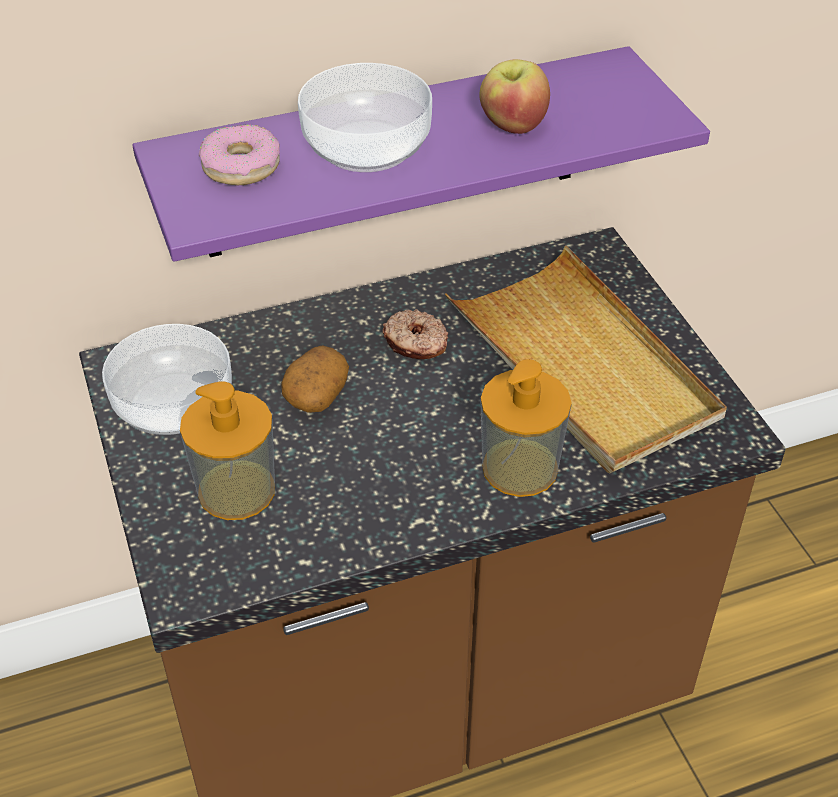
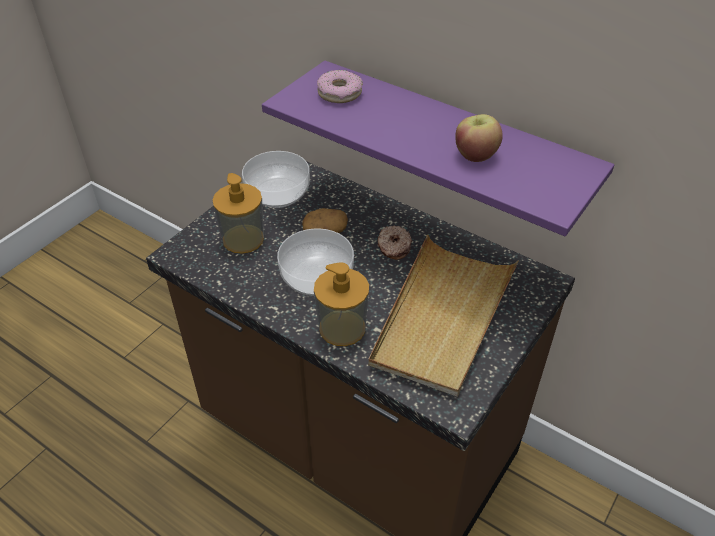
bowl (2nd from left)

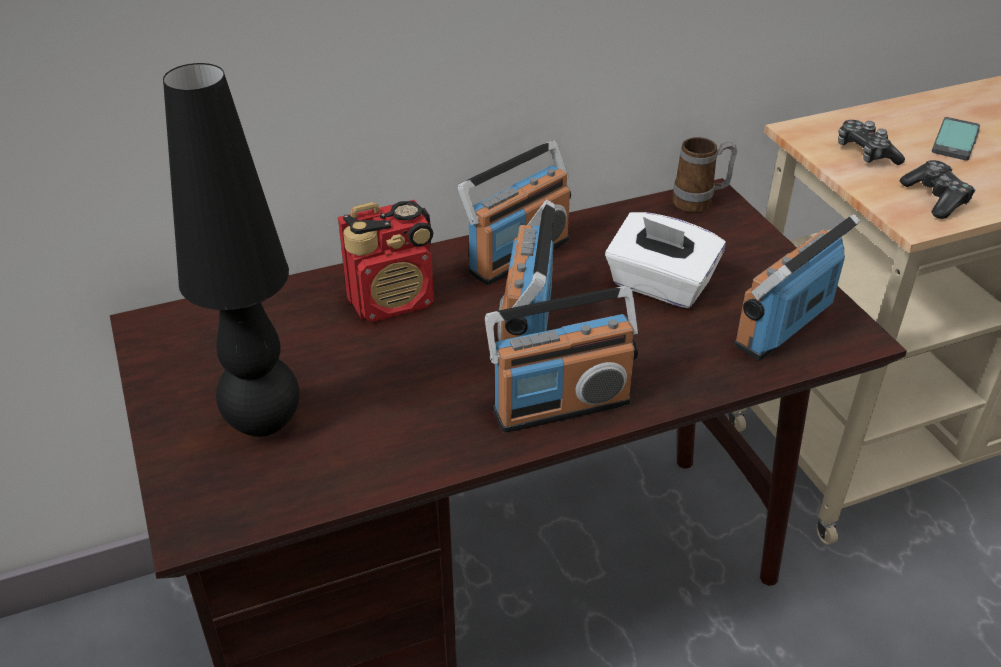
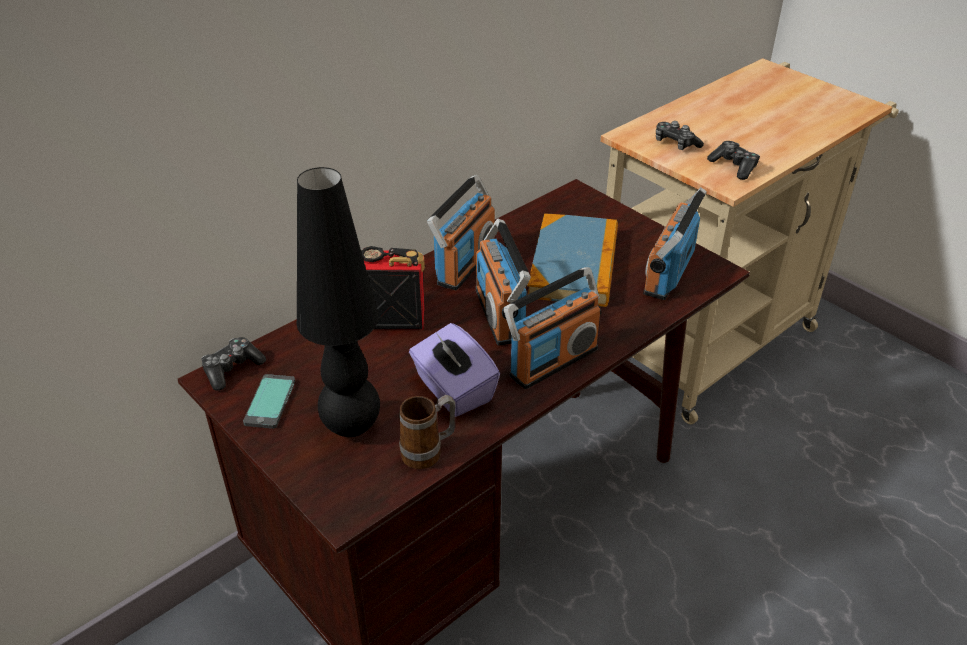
game controller (1st from left)
phone
radio (1st from left)
mug
tissue box (purple)
book

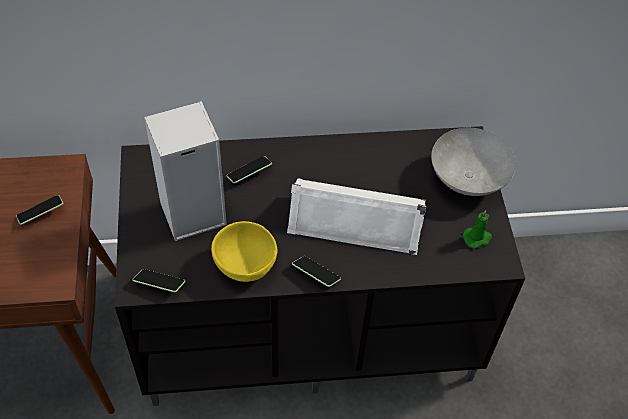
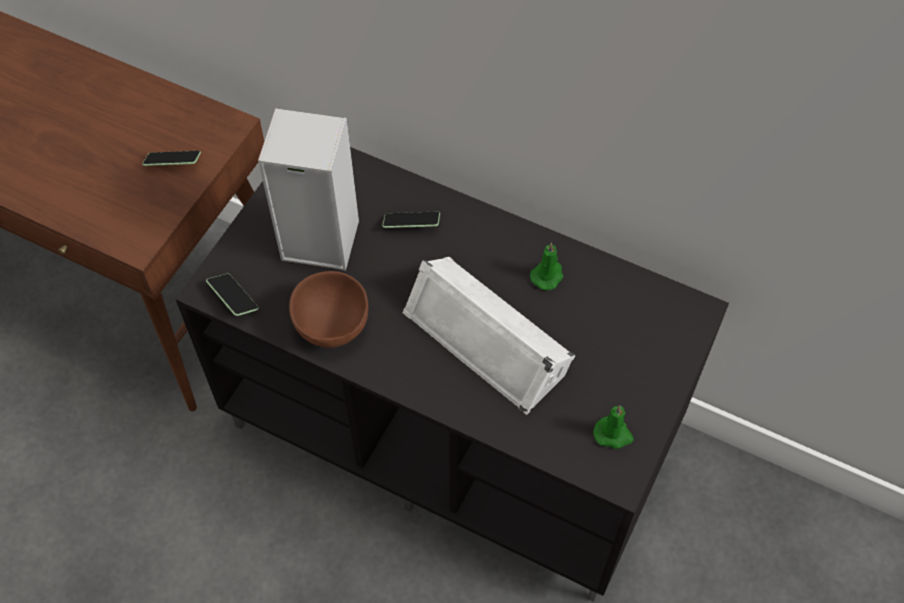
bowl (brown)
candle (green) (1st from left)
phone (4th from left in the first image)
bowl (grey)

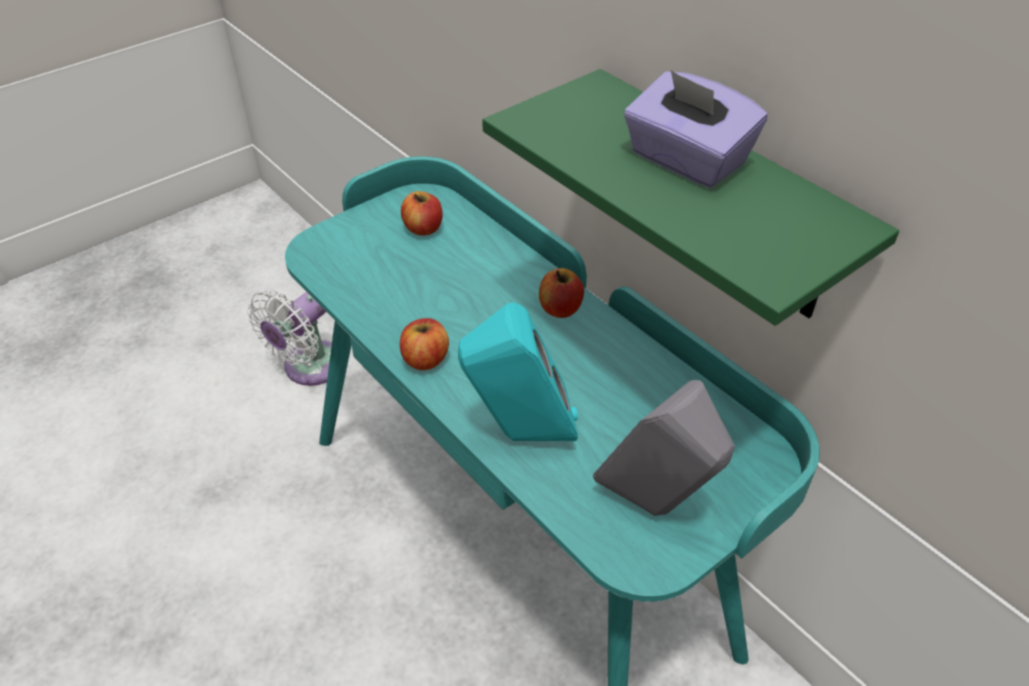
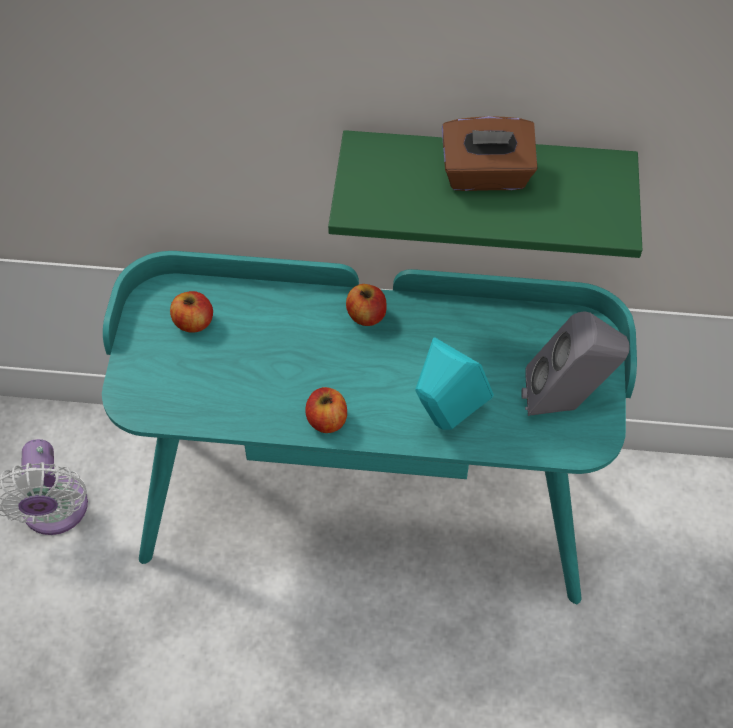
tissue box (brown)

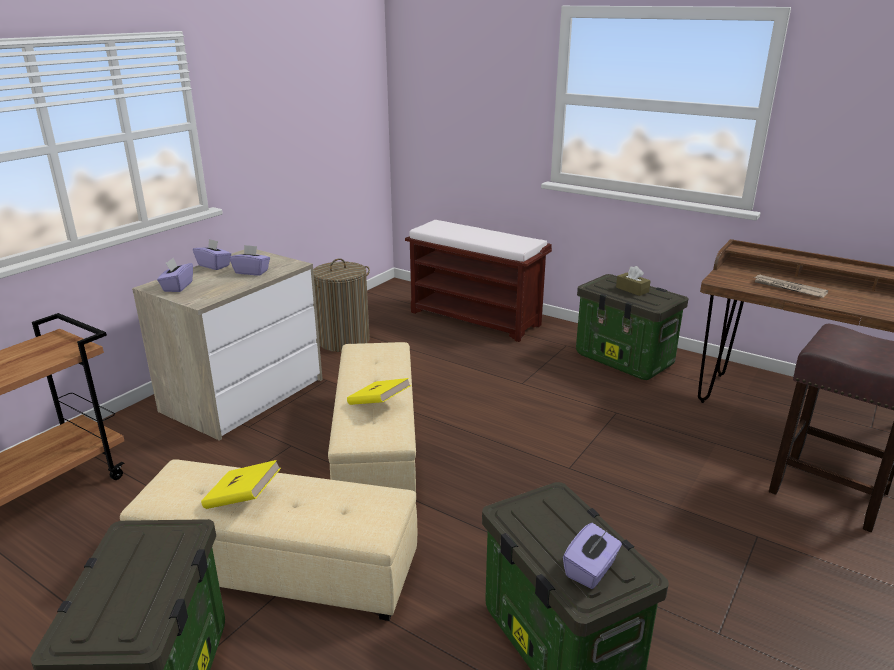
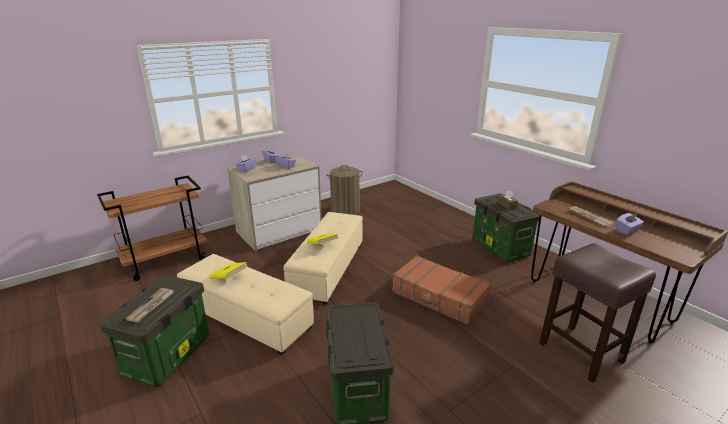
newspaper (1st from left)
suitcase (brown)
tissue box (purple) (4th from left)
bench (brown)

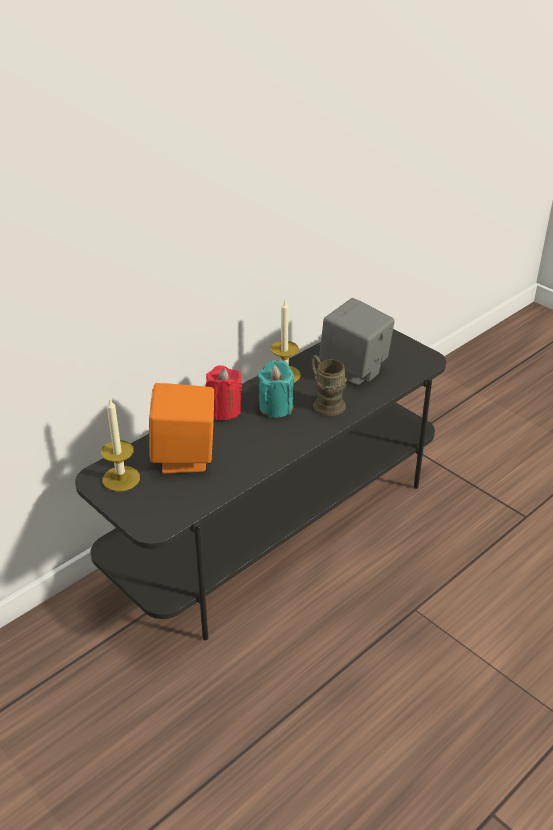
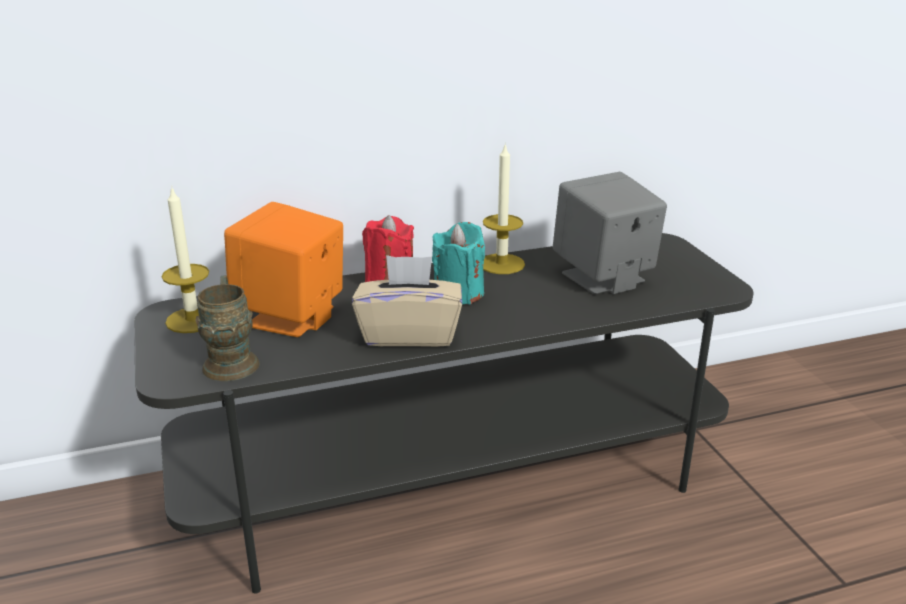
mug (brown)
tissue box (beige)

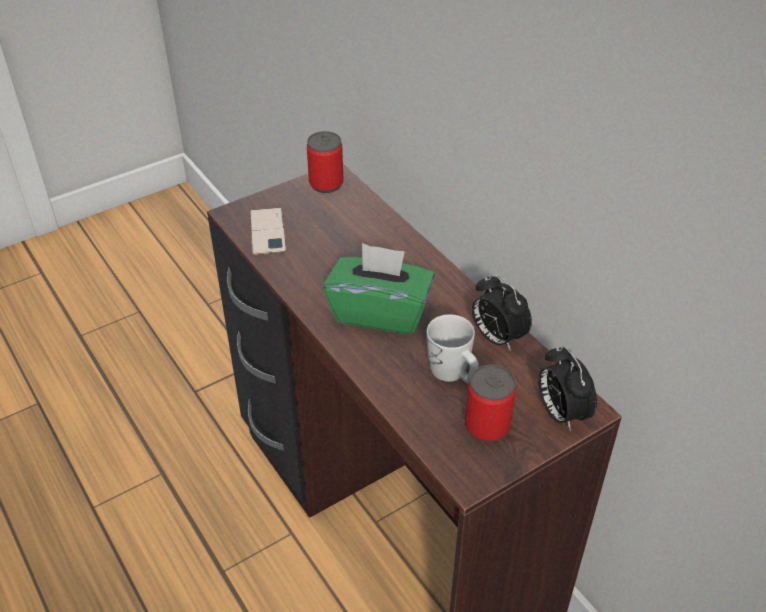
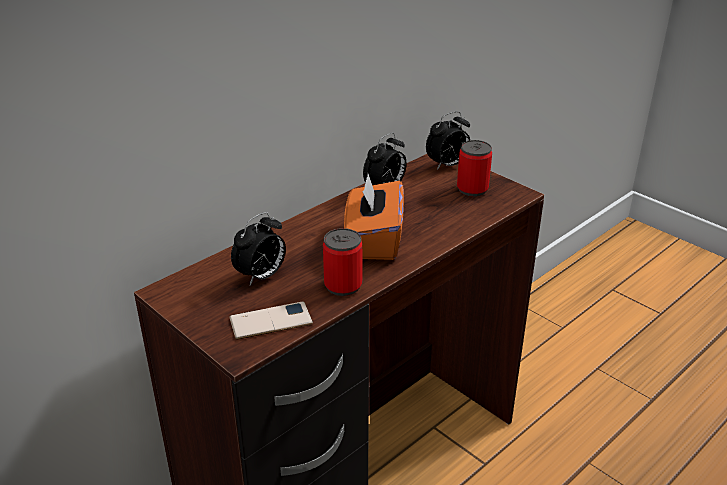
alarm clock (1st from left)
can (1st from left)
tissue box (orange)
mug (white)

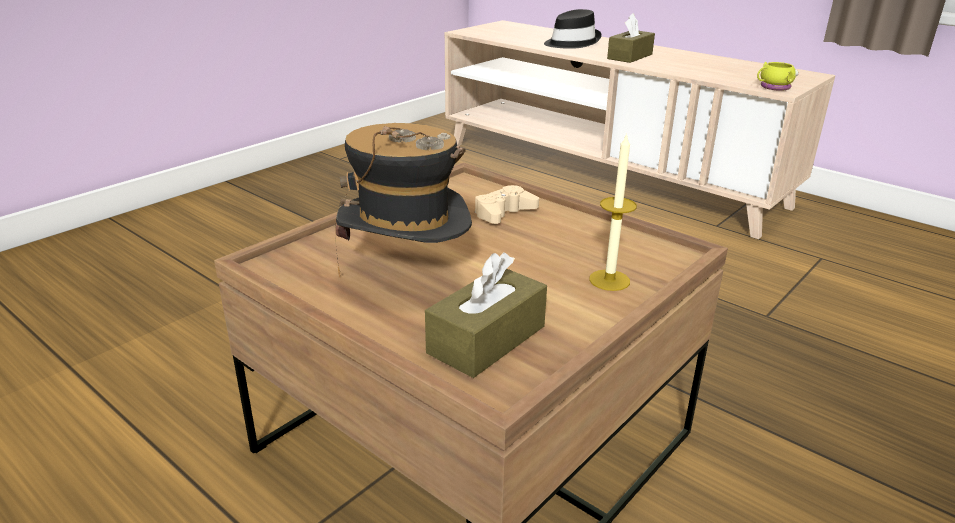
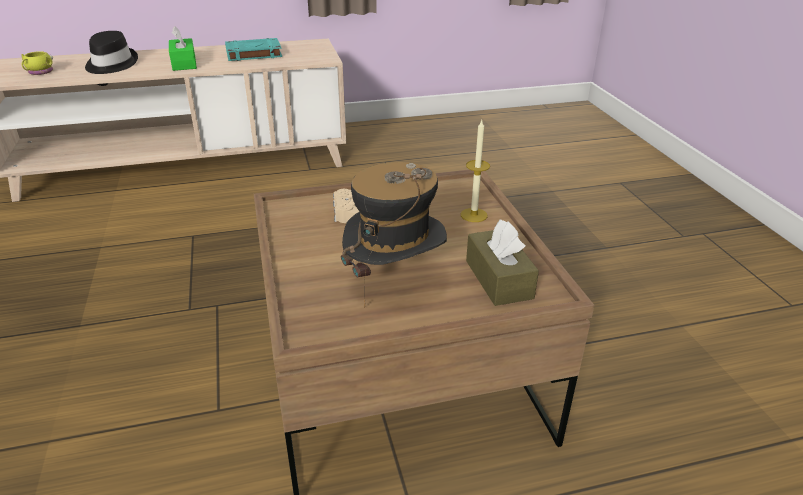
mug (yellow)
tissue box (green)
book (turquoise)

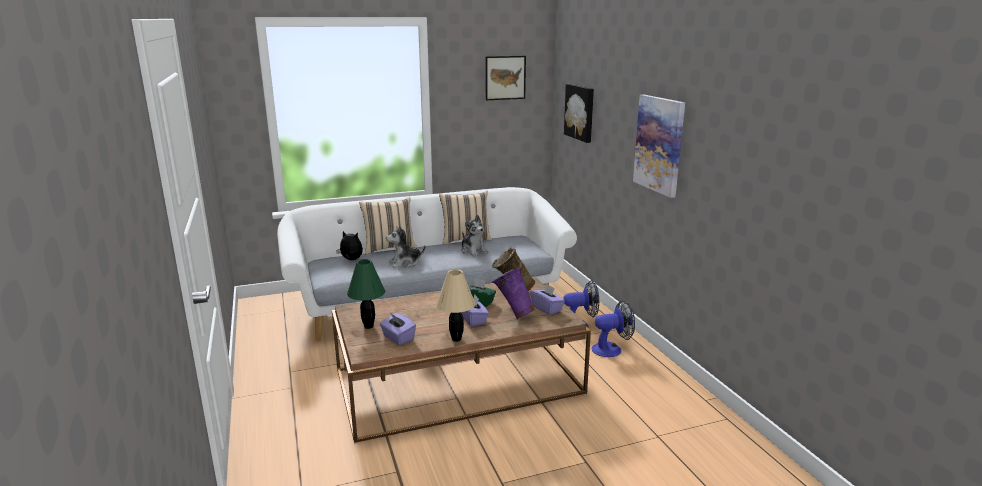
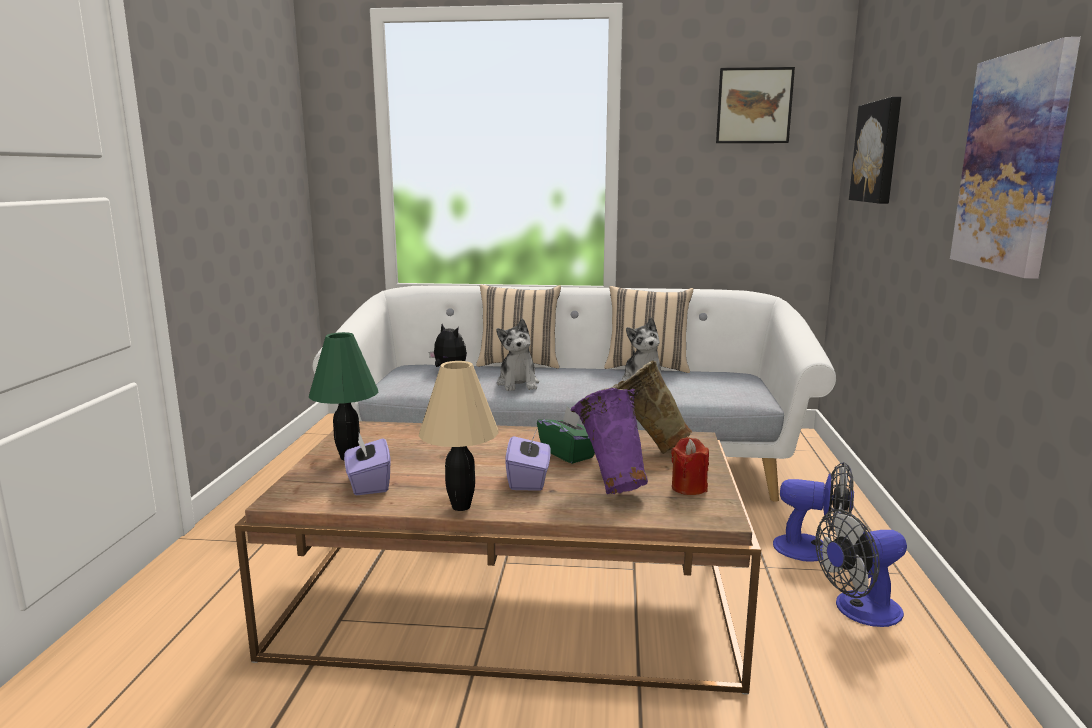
plush toy (2nd from left)
candle (red)
fan (2nd from left)

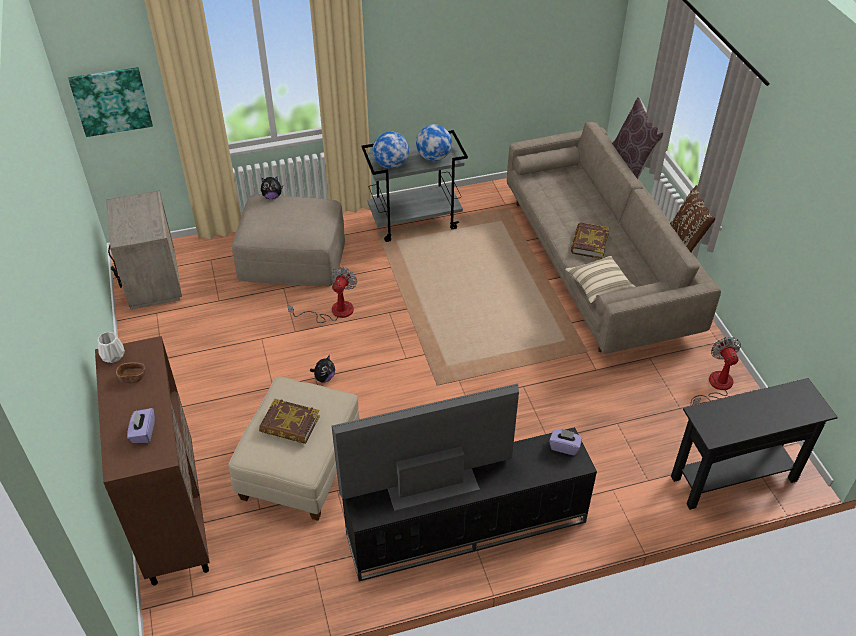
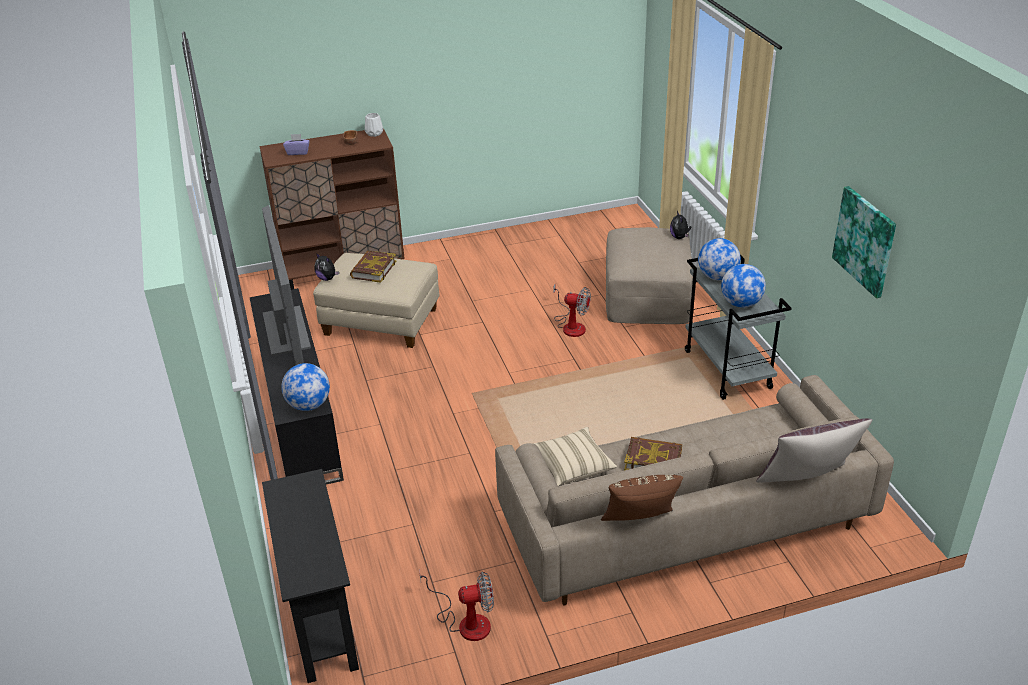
globe (1st from left)
plush toy (1st from left)
picture
nightstand (beige)

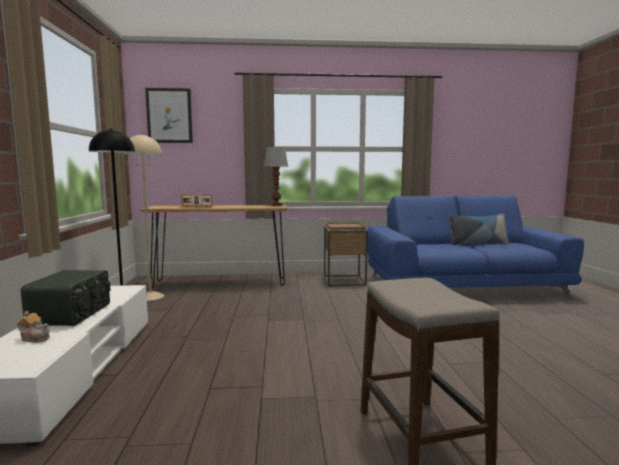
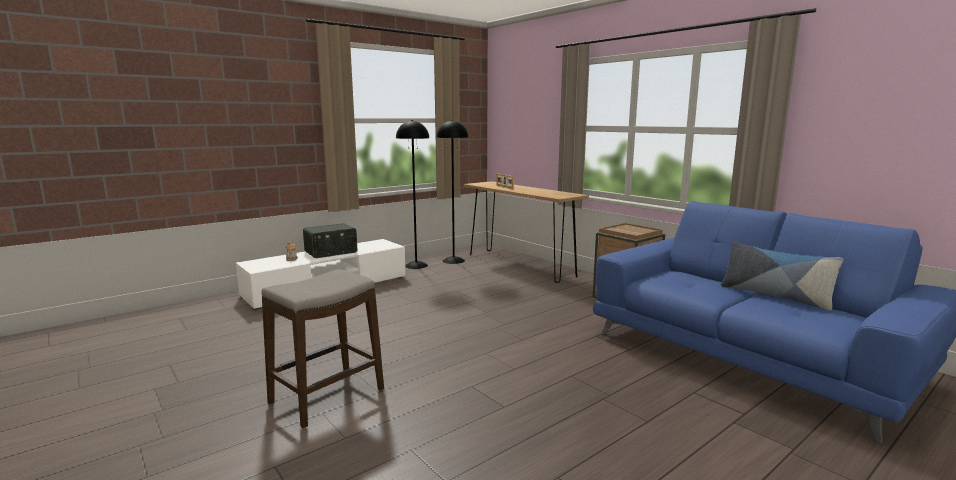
floor lamp (black) (2nd from left)
picture
table lamp

